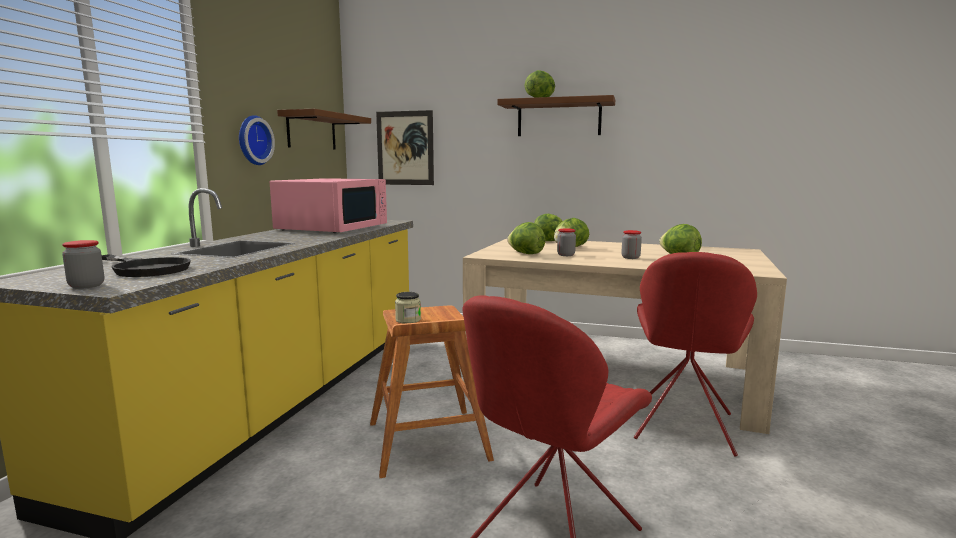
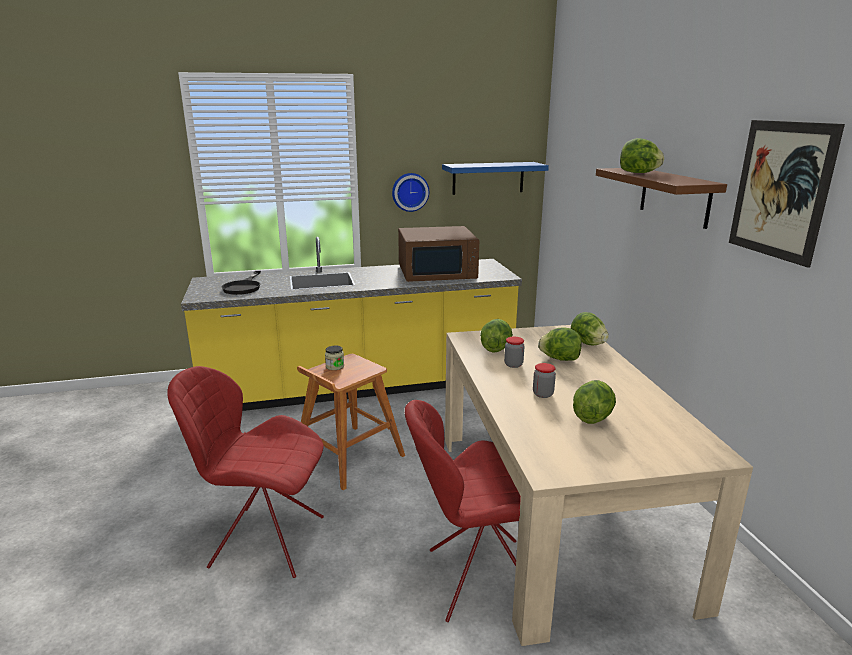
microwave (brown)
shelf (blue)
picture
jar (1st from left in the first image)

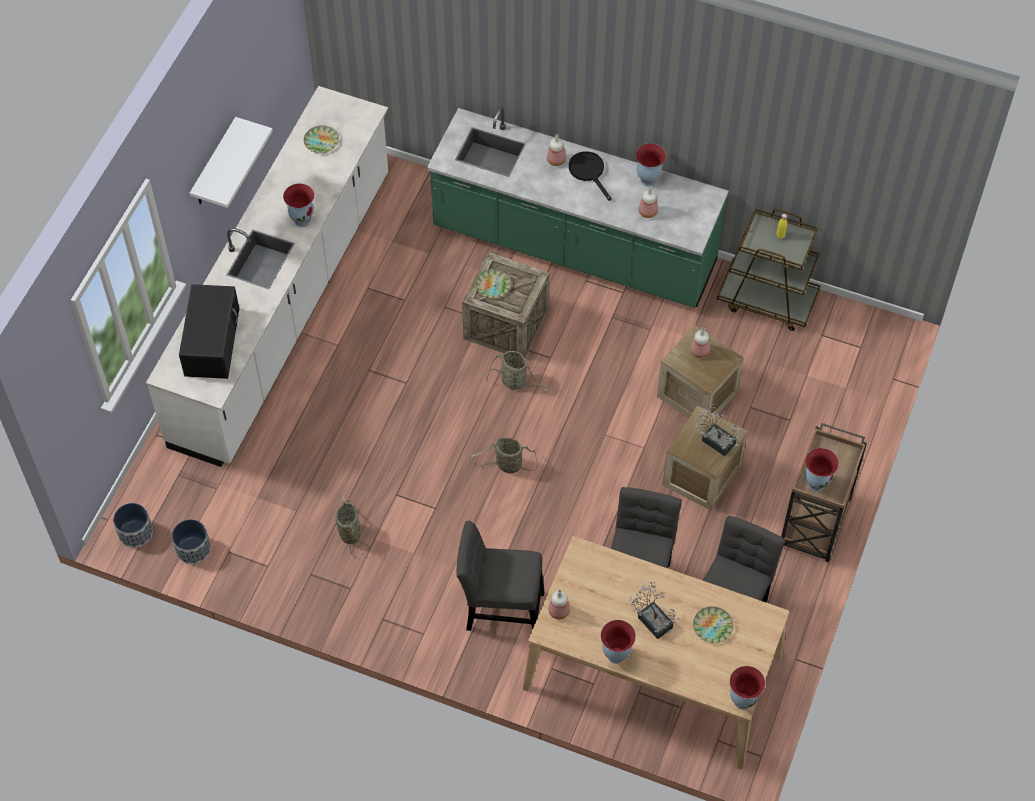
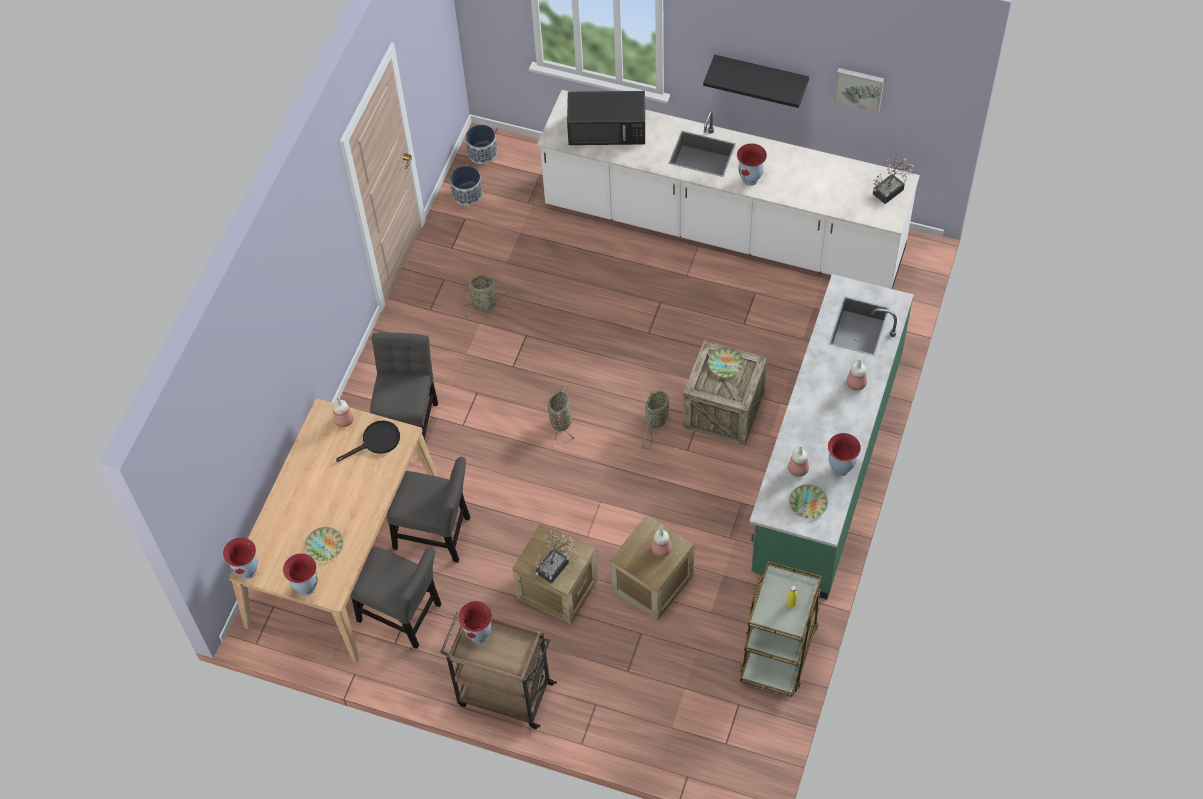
vase (2nd from left)
frying pan (black)
shelf (black)
plate (3rd from left)
picture
potted plant (2nd from left)

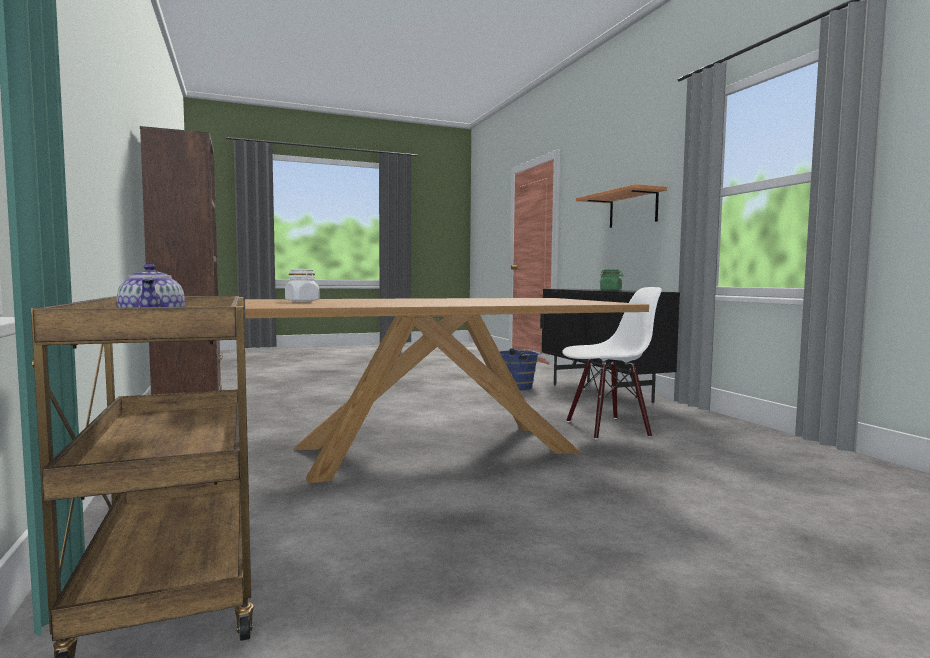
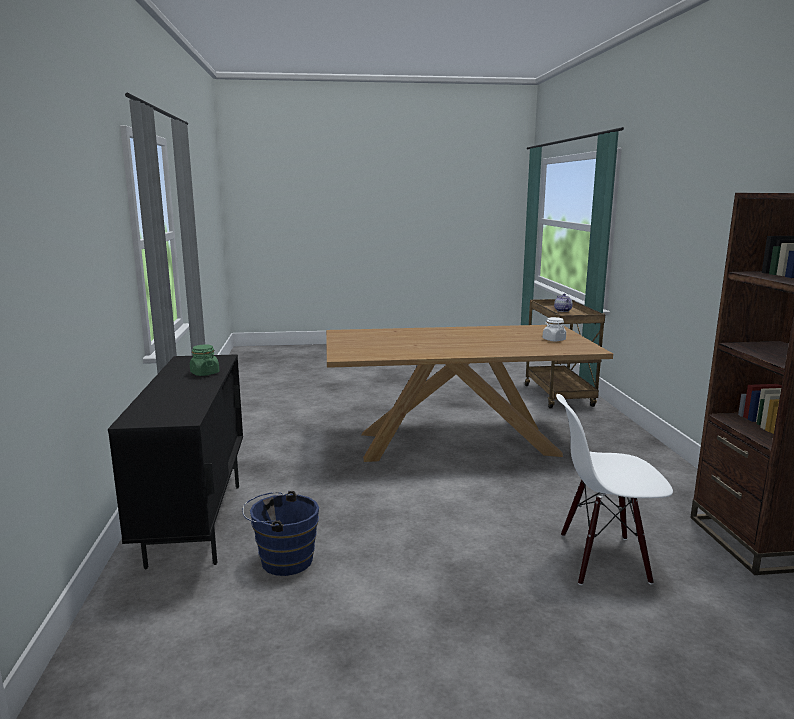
chair (white)
shelf

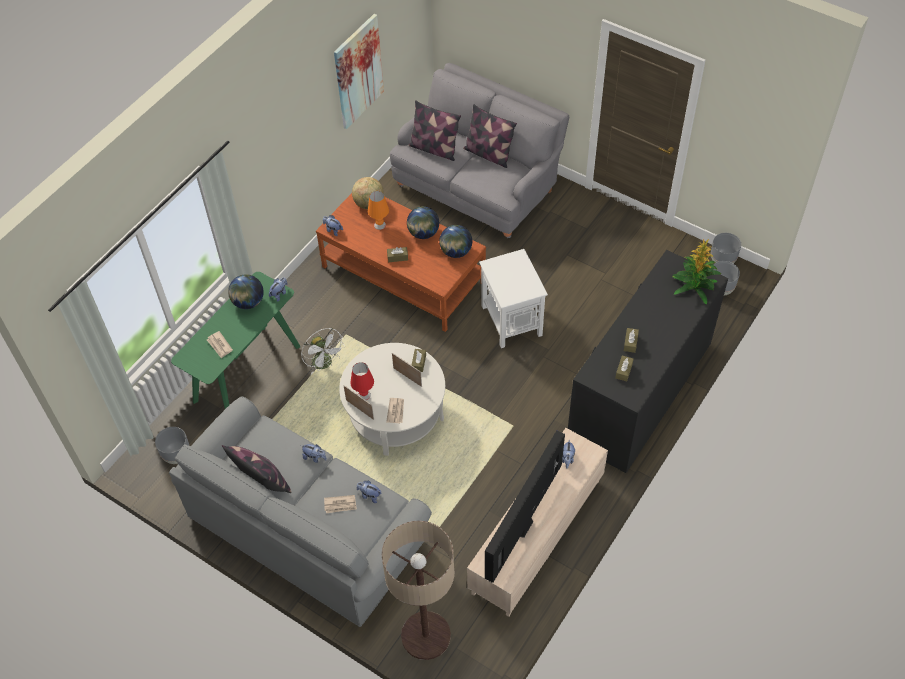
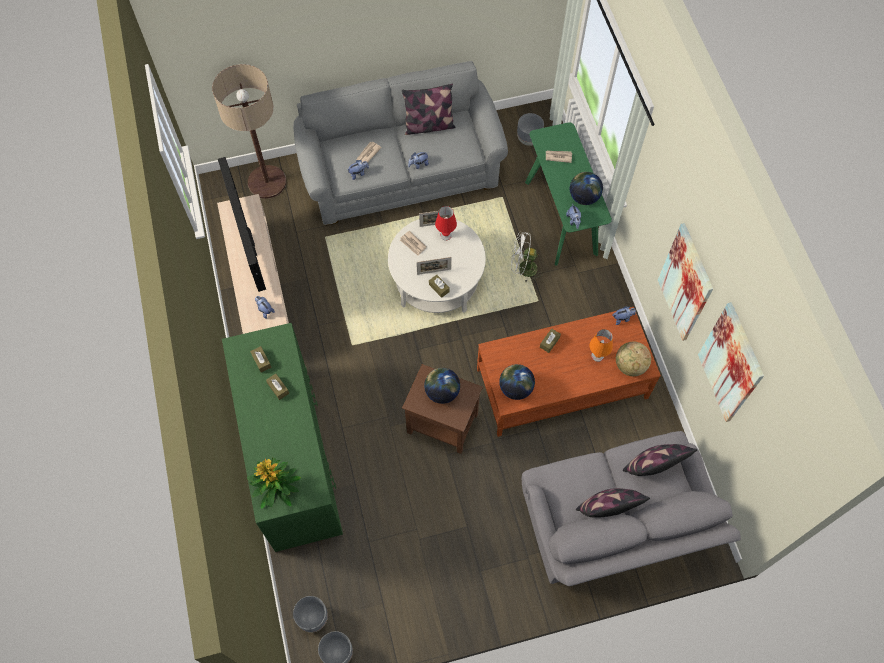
dresser (green)
side table (brown)
globe (1st from left)
picture (1st from left)

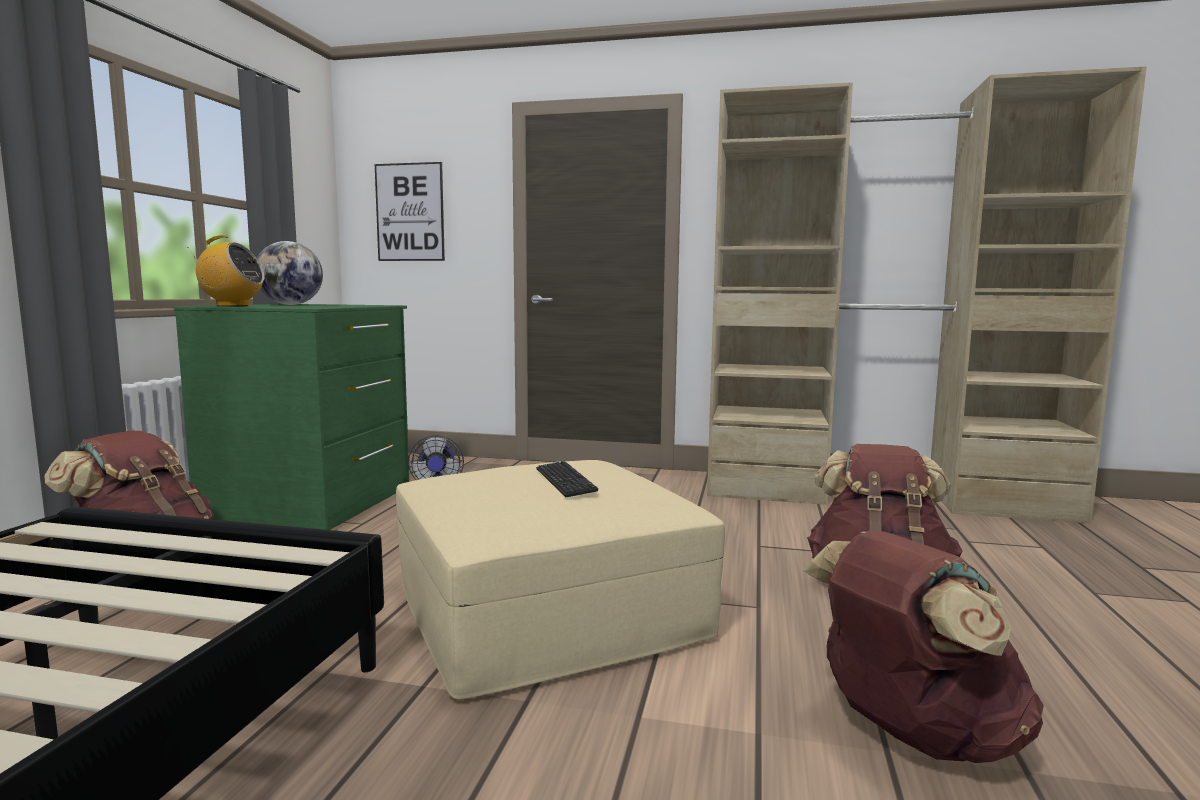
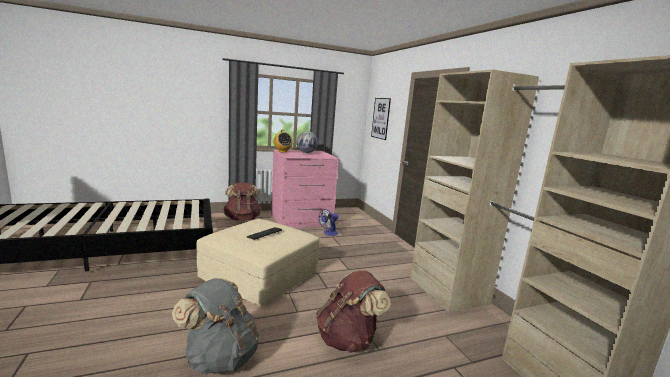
backpack (grey)
dresser (pink)

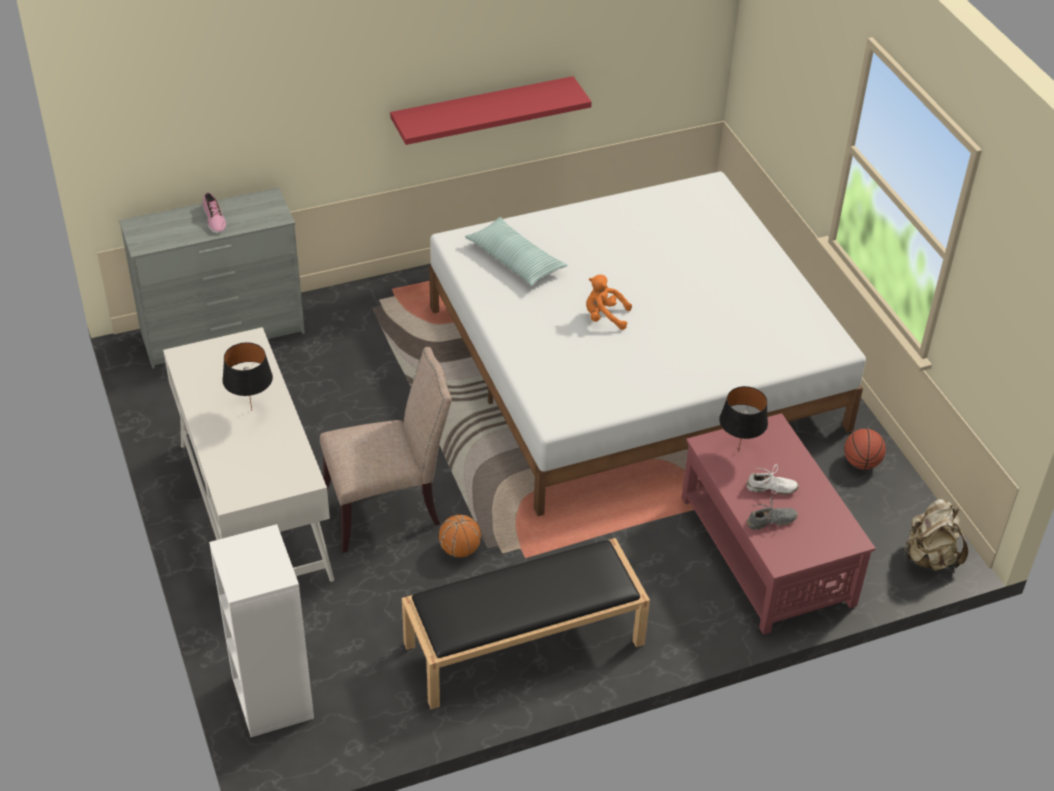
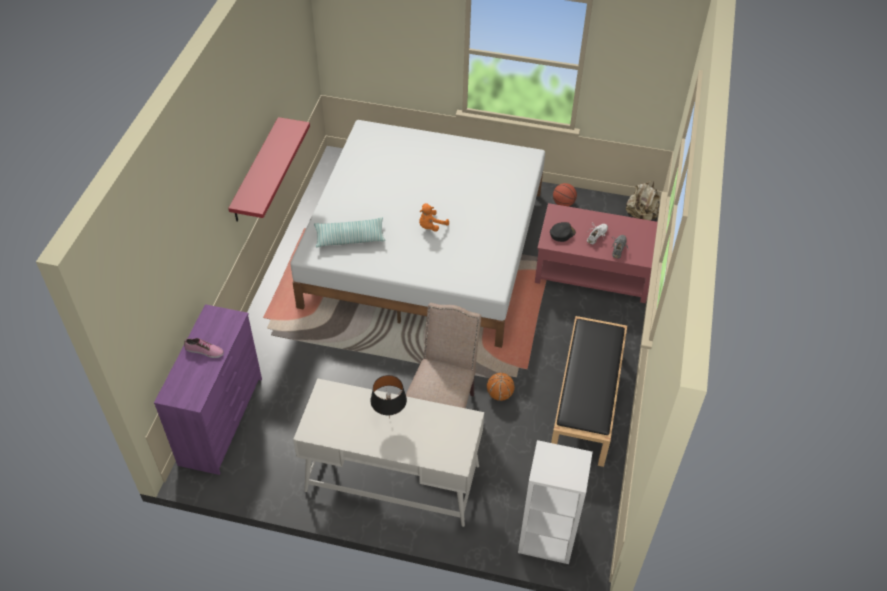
dresser (purple)
cap (black)

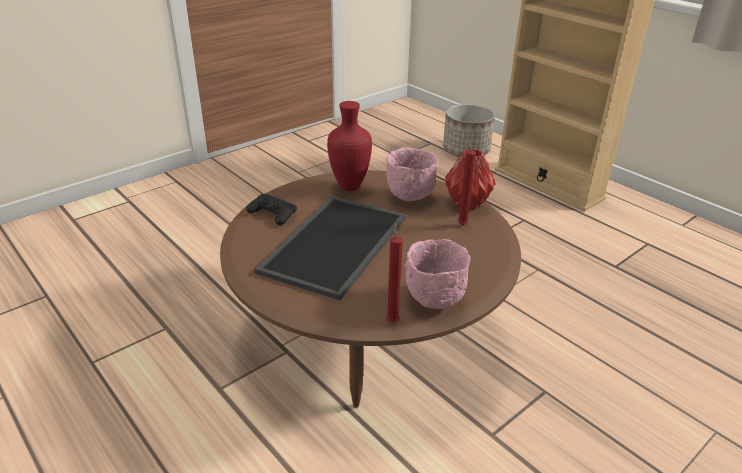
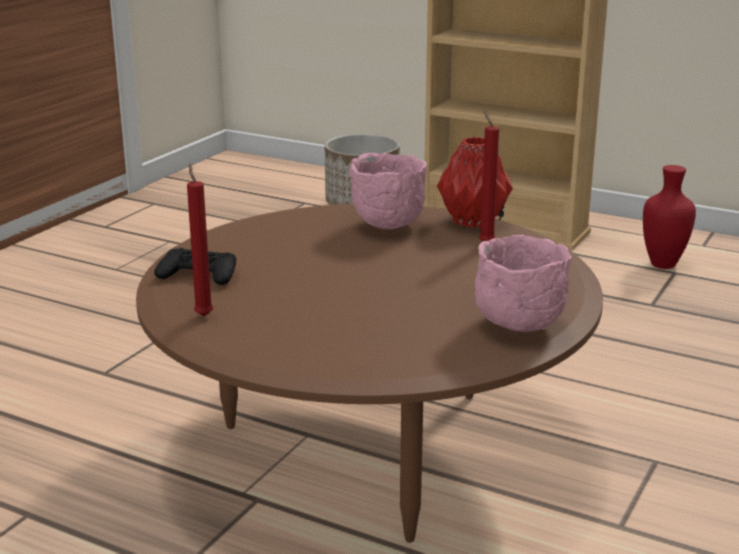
candle (red) (1st from left)
vase (red) (2nd from left)
tray

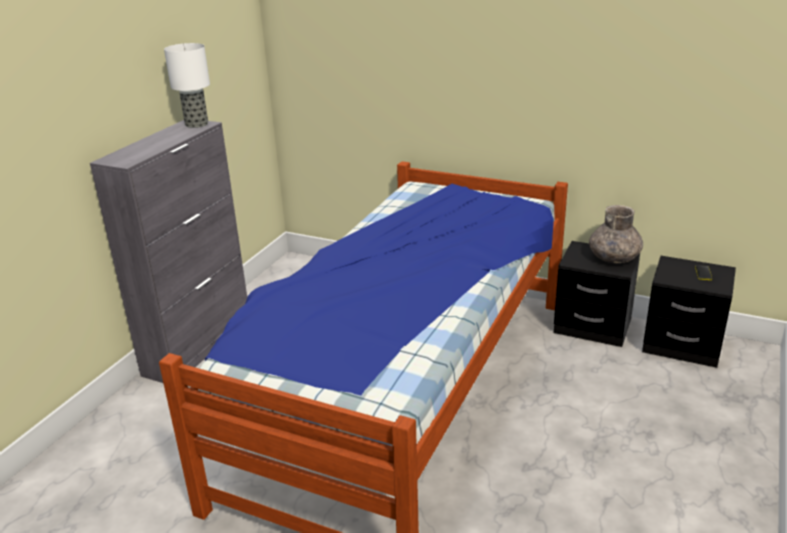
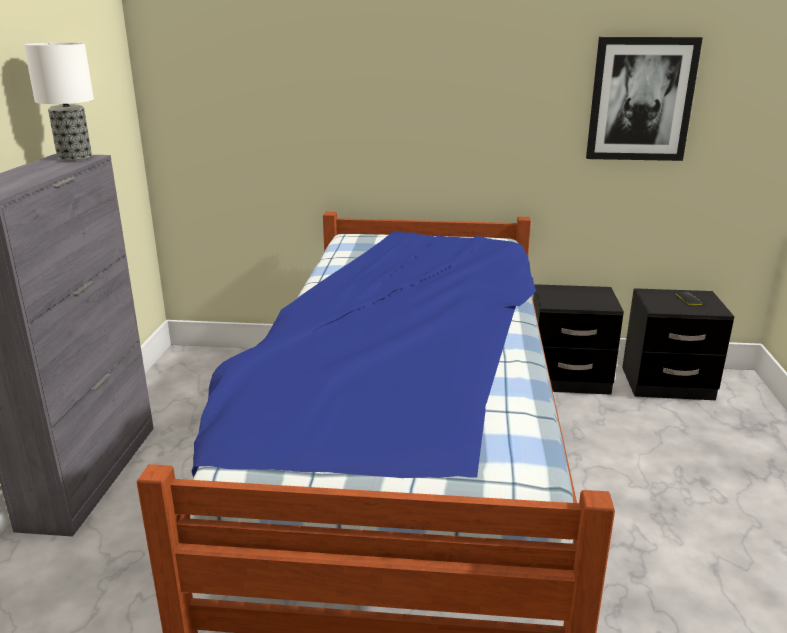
picture
vase (grey)

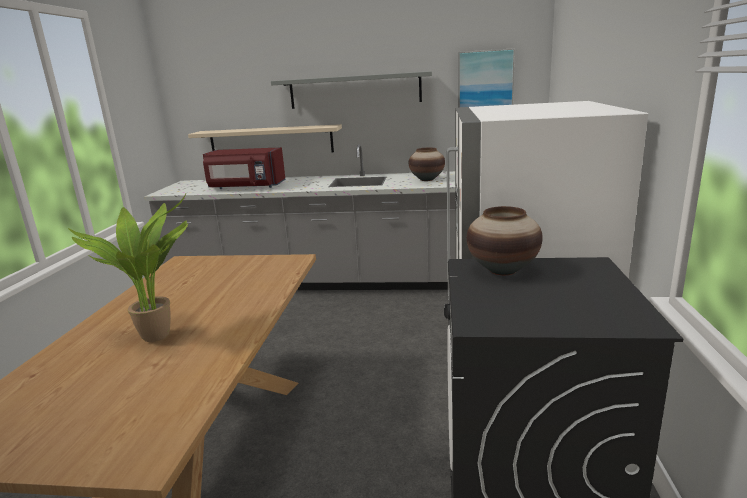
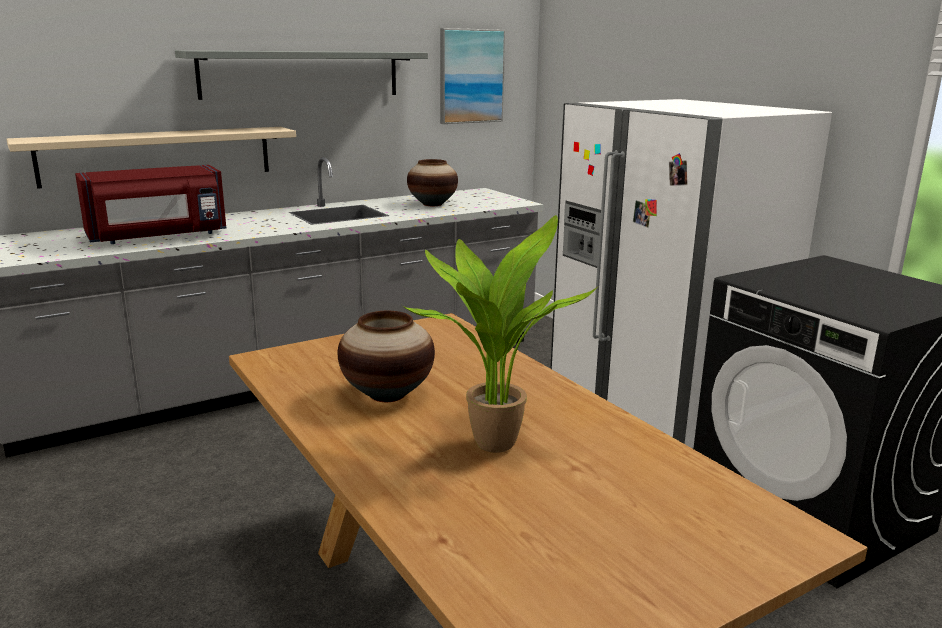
vase (1st from left)

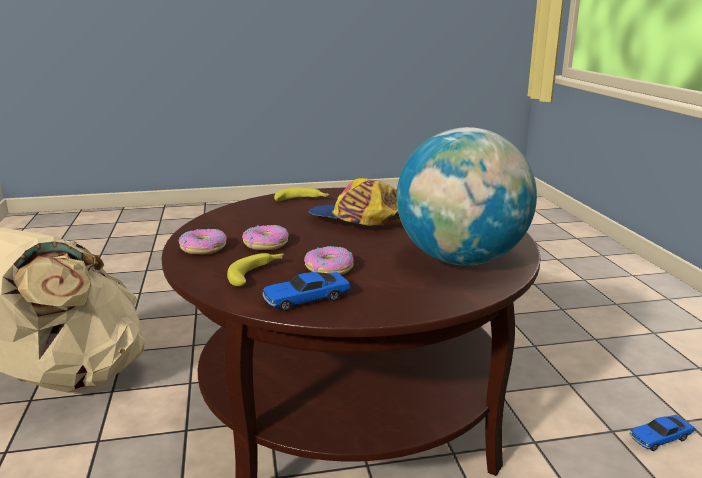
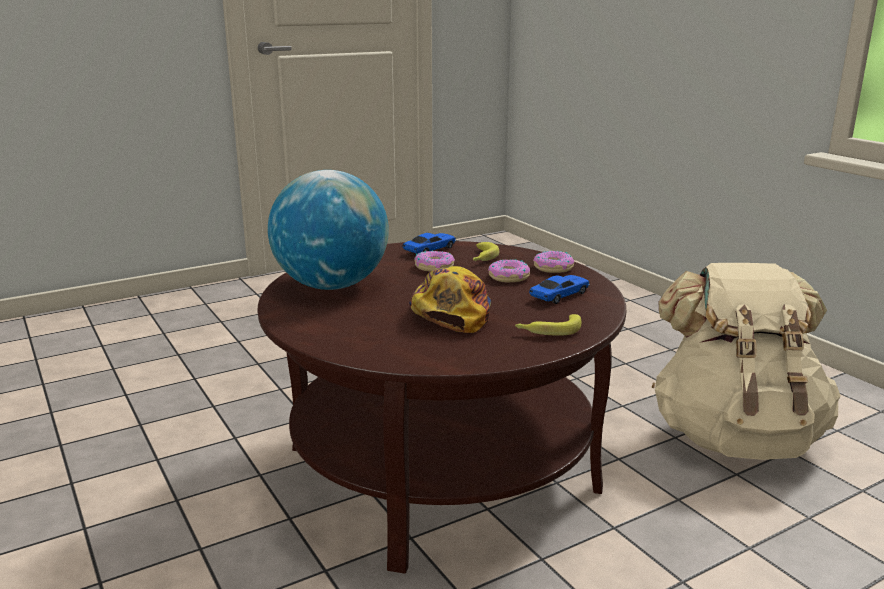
cap
toy car (2nd from left)

